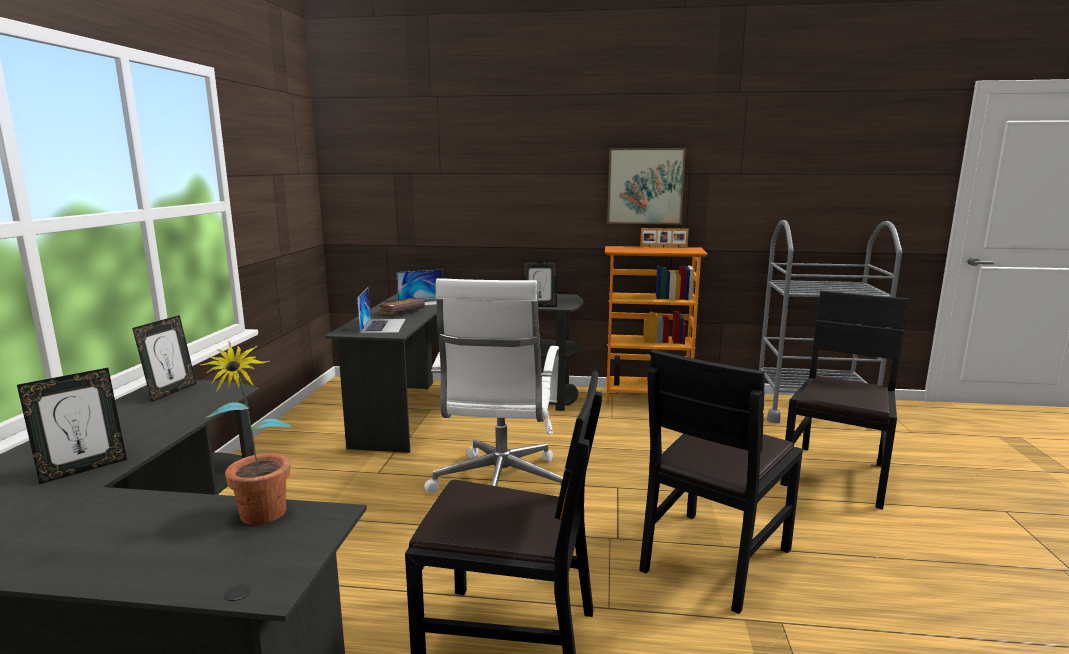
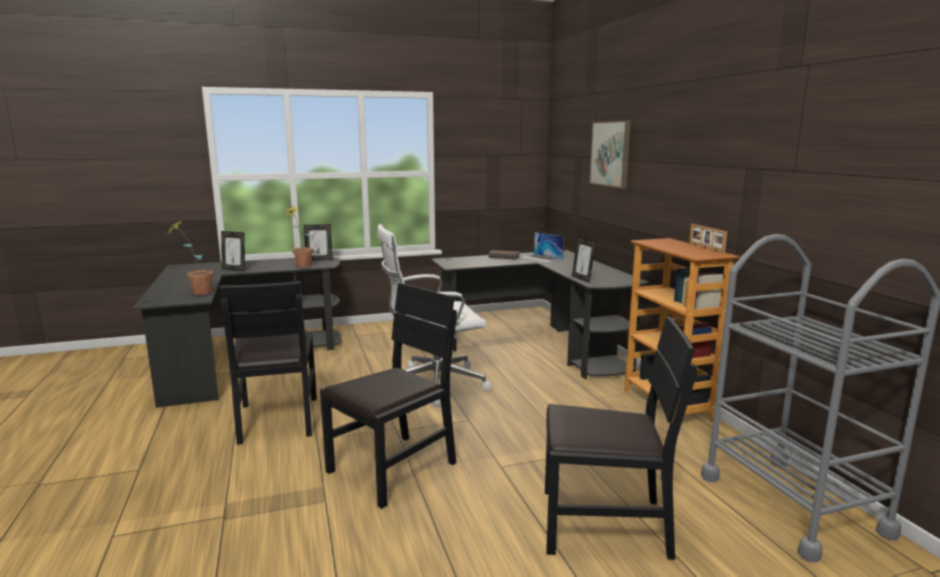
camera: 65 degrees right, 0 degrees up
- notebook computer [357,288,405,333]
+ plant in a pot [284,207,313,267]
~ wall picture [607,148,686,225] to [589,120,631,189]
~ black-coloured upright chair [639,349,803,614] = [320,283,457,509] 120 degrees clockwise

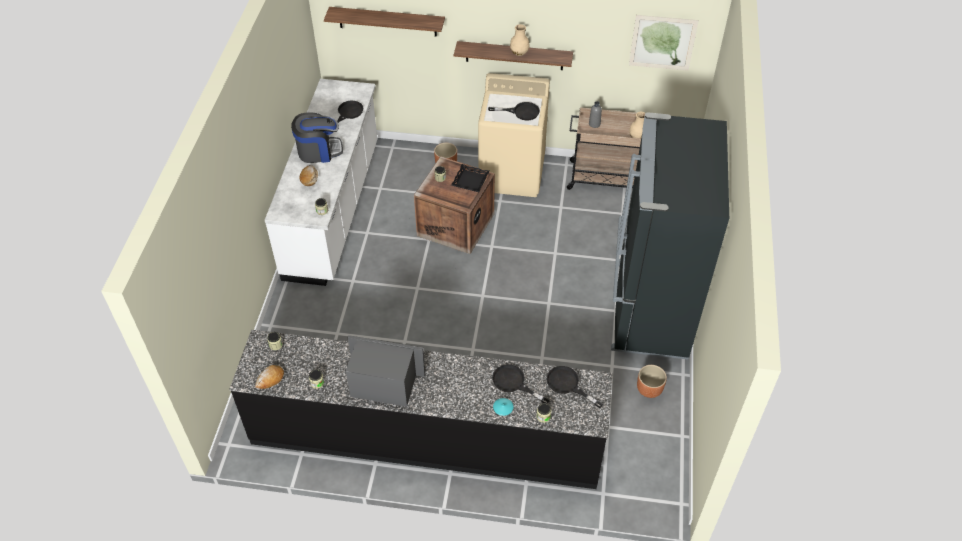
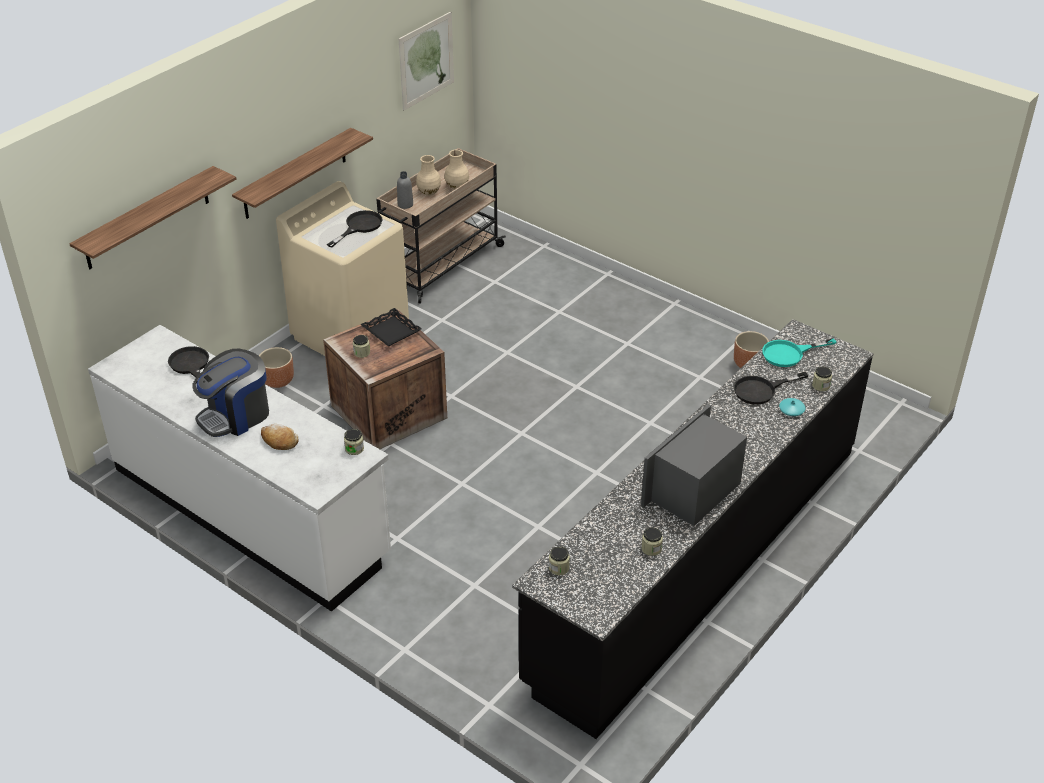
camera: 60 degrees left, 10 degrees down
- bread [255,365,284,389]
- black-coloured kitchen fridge [611,112,729,359]
~ beige flower vase [510,24,530,56] to [416,155,441,196]
~ black-coloured skillet [546,366,603,408] to turquoise skillet [762,338,836,367]
~ coffee machine [291,112,343,163] = [193,349,269,437] 150 degrees counterclockwise

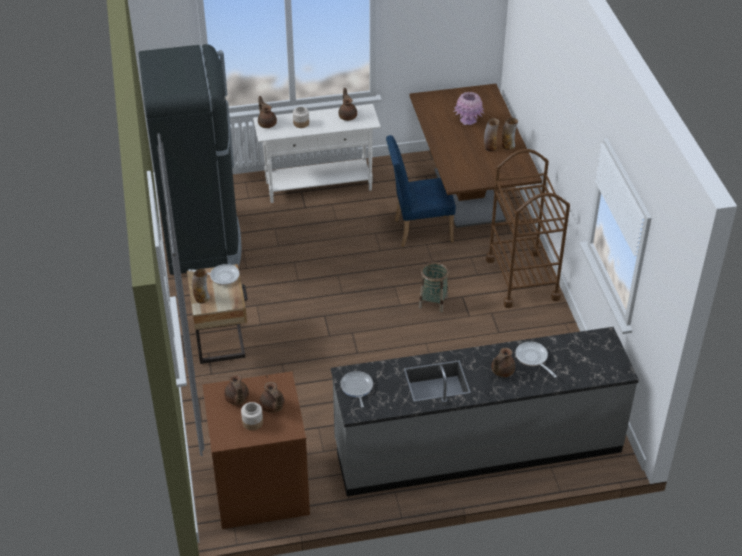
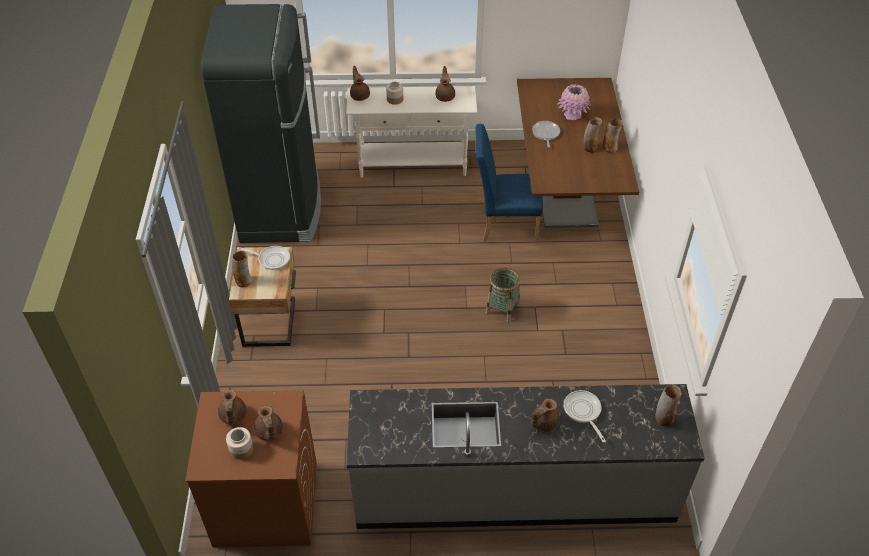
camera: 10 degrees right, 5 degrees up
- brownish cart [486,149,570,308]
+ flower vase [655,384,682,426]
~ skillet [340,371,373,408] to [532,121,560,148]

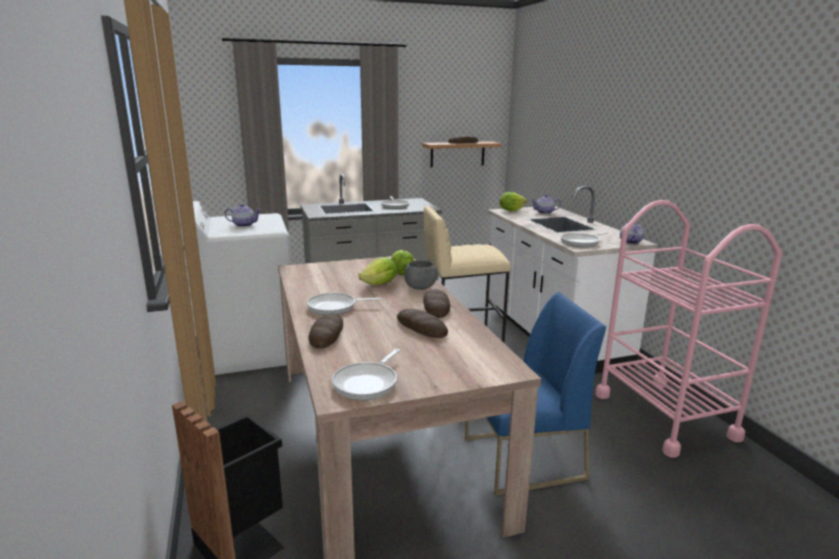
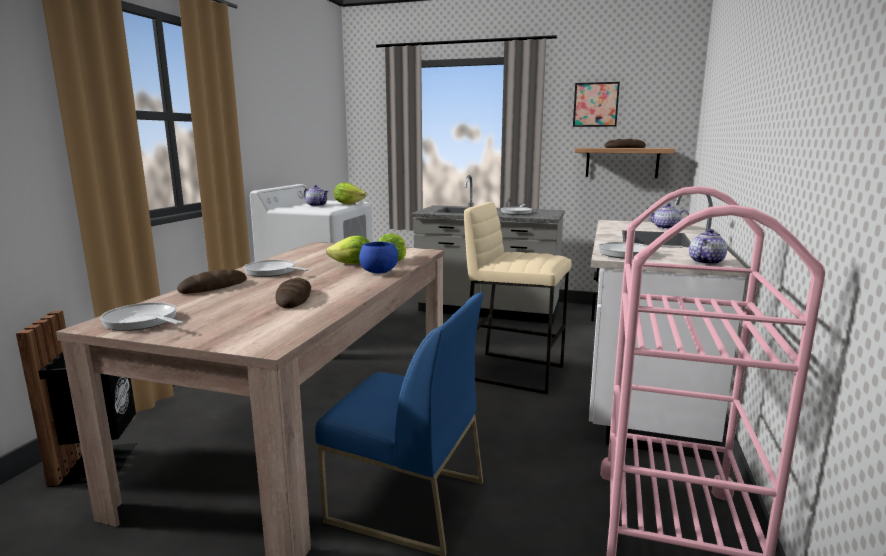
camera: 35 degrees right, 5 degrees down
- bread [423,289,450,318]
+ wall picture [573,82,620,127]
~ head of lettuce [500,192,527,211] to [334,182,366,205]
~ grey serving bowl [404,260,438,290] to blue serving bowl [359,242,398,274]
~ skillet [332,349,400,400] = [100,302,183,331] 60 degrees clockwise

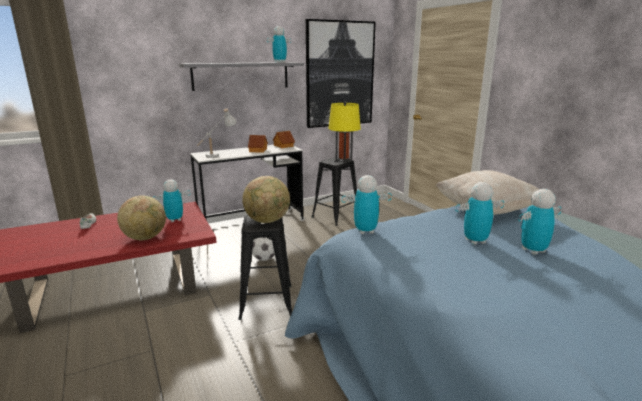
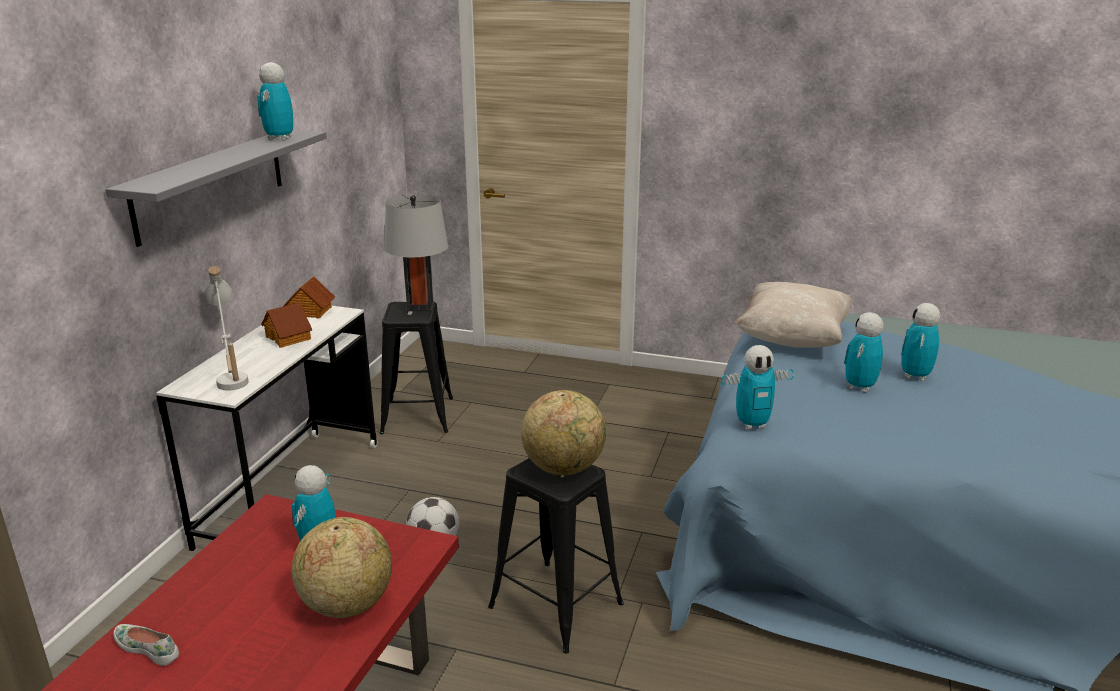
camera: 45 degrees left, 5 degrees up
- wall picture [306,19,376,128]
~ yellow-coloured tabletop lamp [328,101,361,163] to grey tabletop lamp [384,194,448,311]
~ model robot [341,175,392,234] = [721,345,794,430] 135 degrees counterclockwise

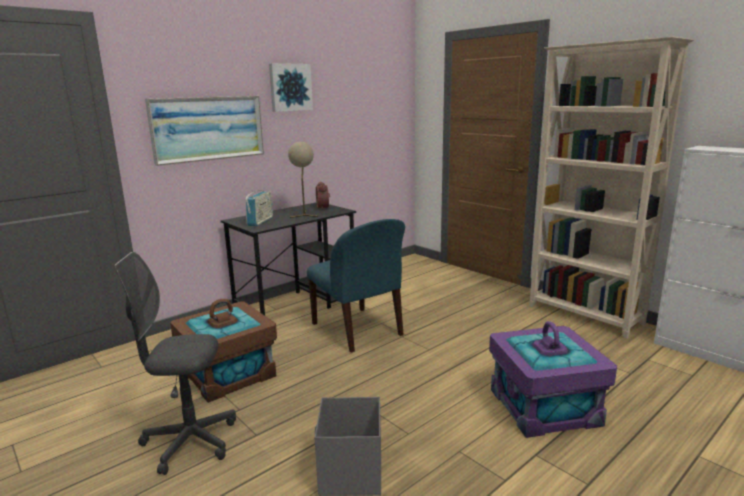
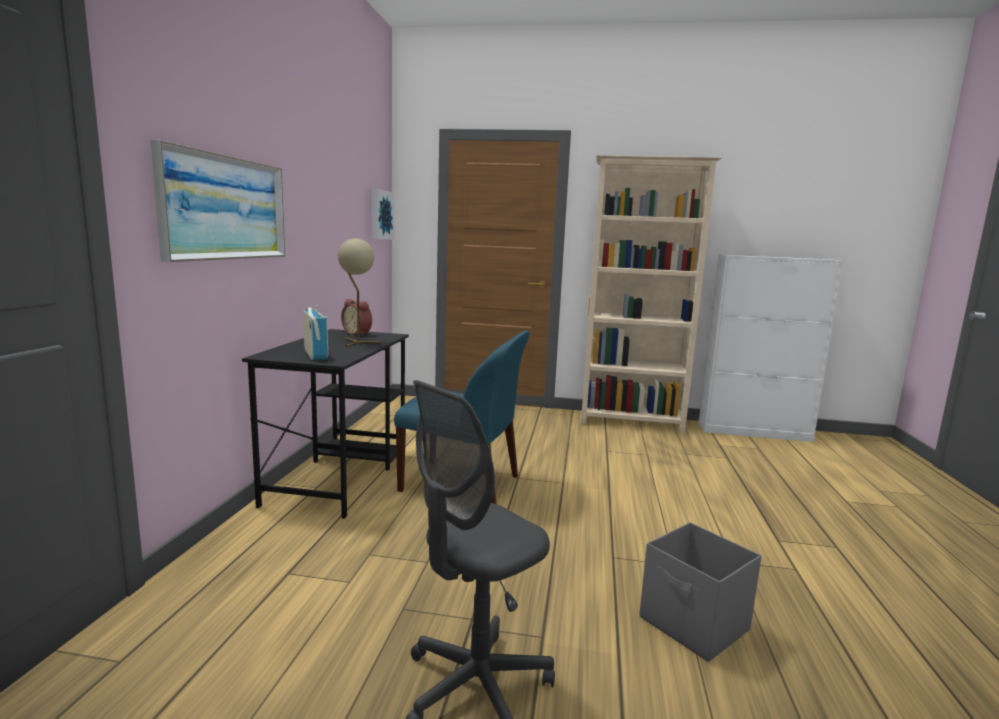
camera: 40 degrees left, 5 degrees down
- brownish storage bin [170,299,277,403]
- purplish storage bin [489,321,617,438]
~ wall picture [269,63,313,112] to [371,189,394,239]

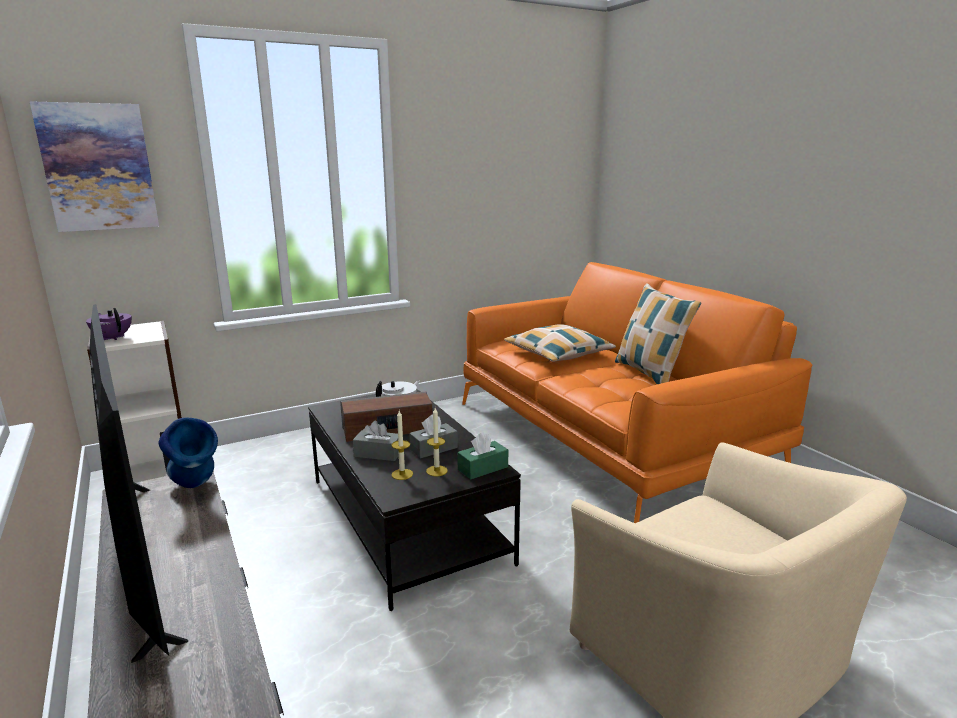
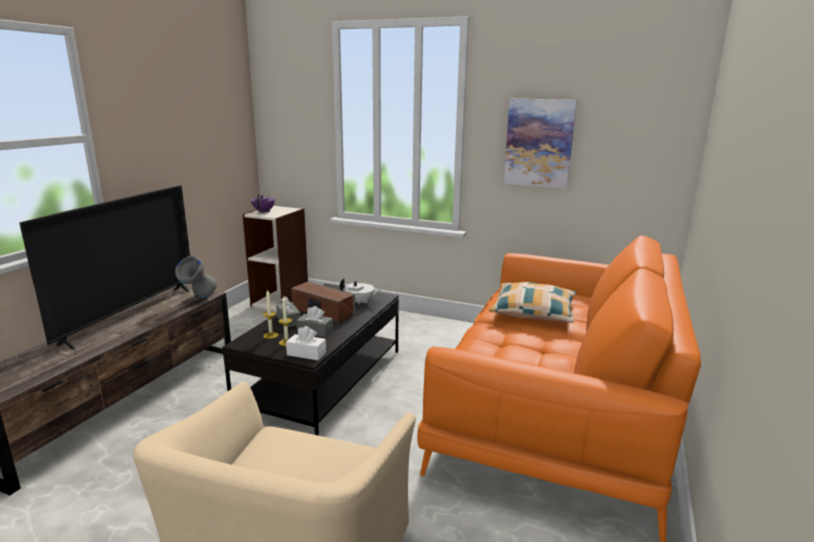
camera: 50 degrees right, 0 degrees up
- pillow [615,283,701,384]
~ wall picture [30,101,159,232] to [504,99,577,189]
~ blue flower vase [158,417,218,488] to grey flower vase [175,256,217,298]
~ green-coloured tissue box [457,432,508,480] to white tissue box [286,326,326,360]

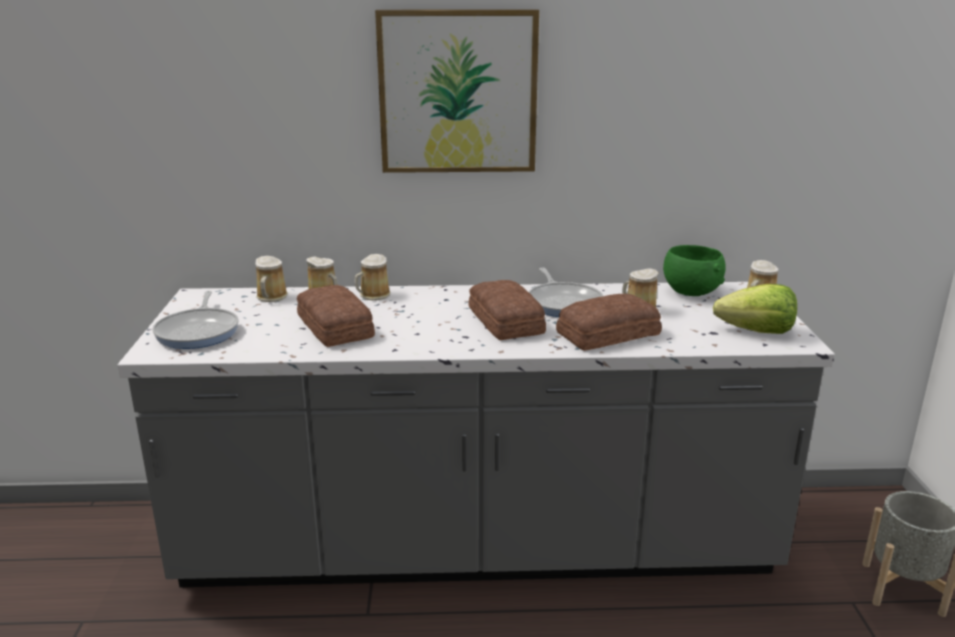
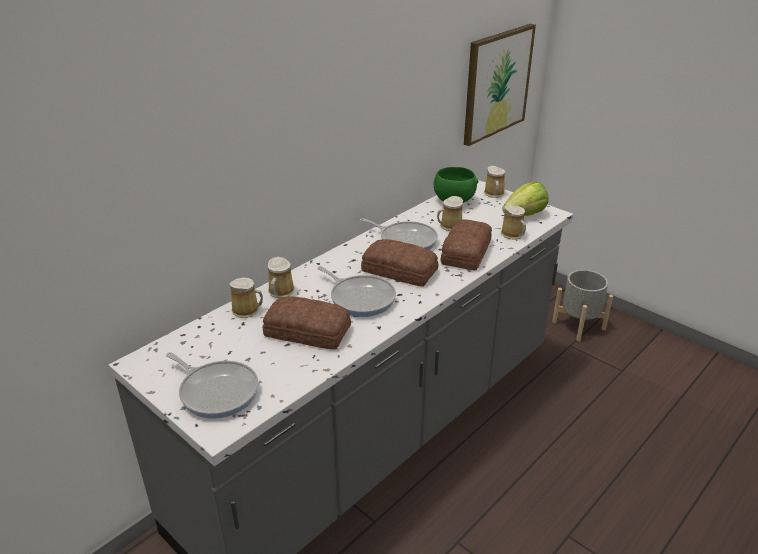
camera: 45 degrees left, 10 degrees up
+ skillet [317,266,396,317]
~ tea mug [255,256,288,302] to [501,205,526,240]
~ wall picture [375,9,539,173] to [464,24,536,146]

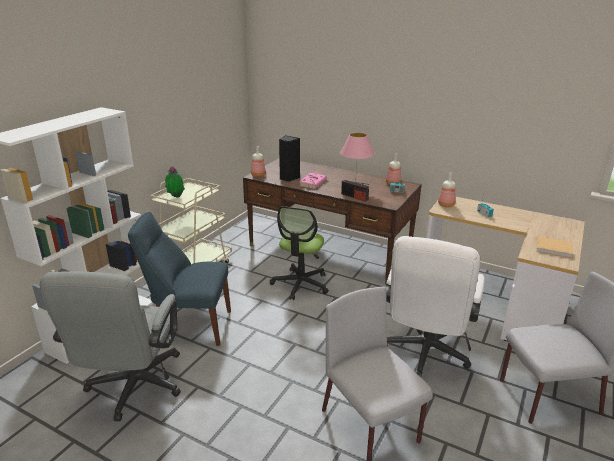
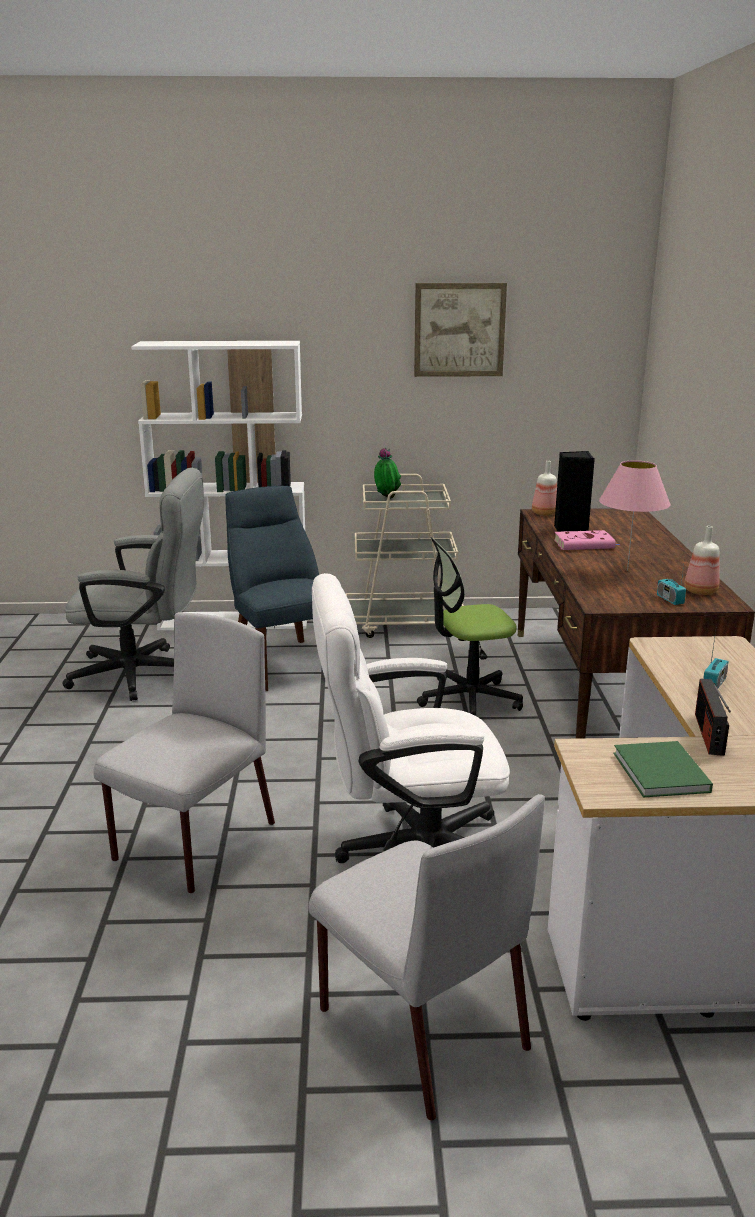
camera: 60 degrees right, 5 degrees down
- drink bottle [438,173,456,207]
+ wall picture [414,283,507,377]
~ radio set [341,180,369,201] to [695,679,731,756]
~ beige bound book [536,236,574,258] to green-coloured bound book [613,741,713,798]
~ grey office chair [40,271,181,421] = [62,468,204,701] 150 degrees counterclockwise

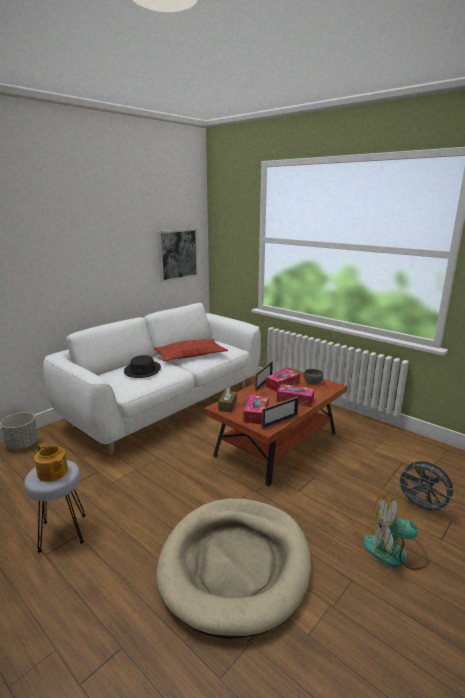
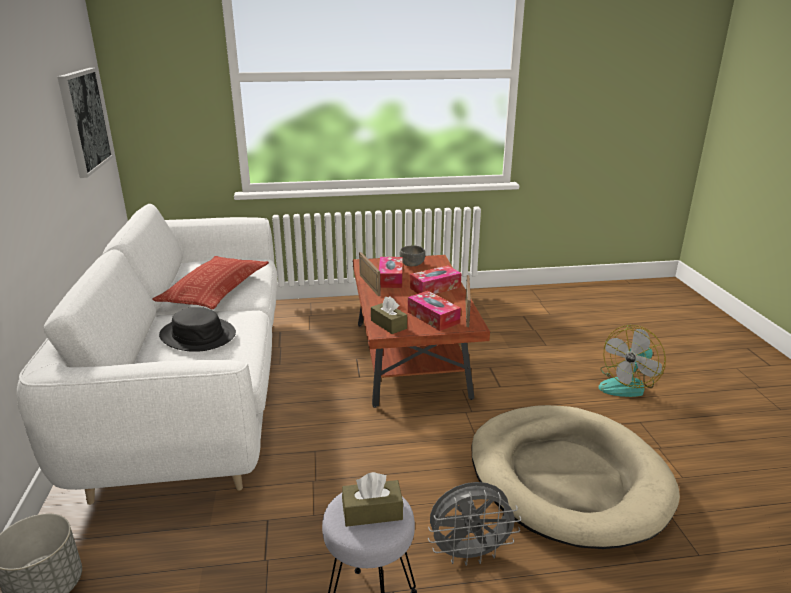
camera: 50 degrees left, 5 degrees up
~ grey cooling fan [396,461,454,515] to [428,482,521,566]
~ pot for tea [34,443,68,482] to brownish tissue box [342,472,403,527]

